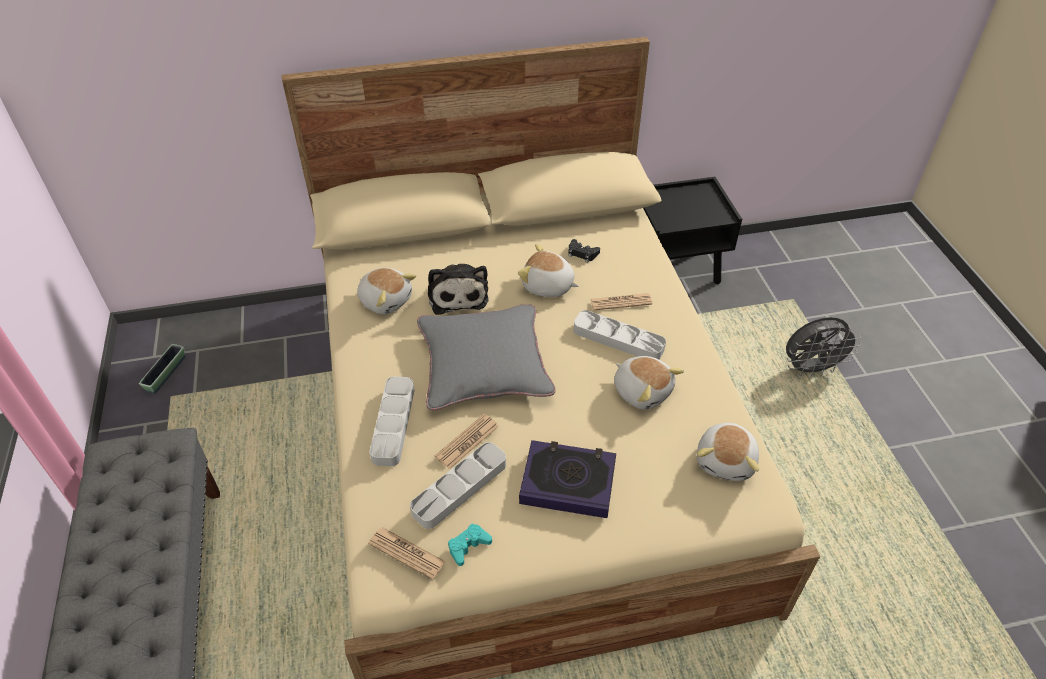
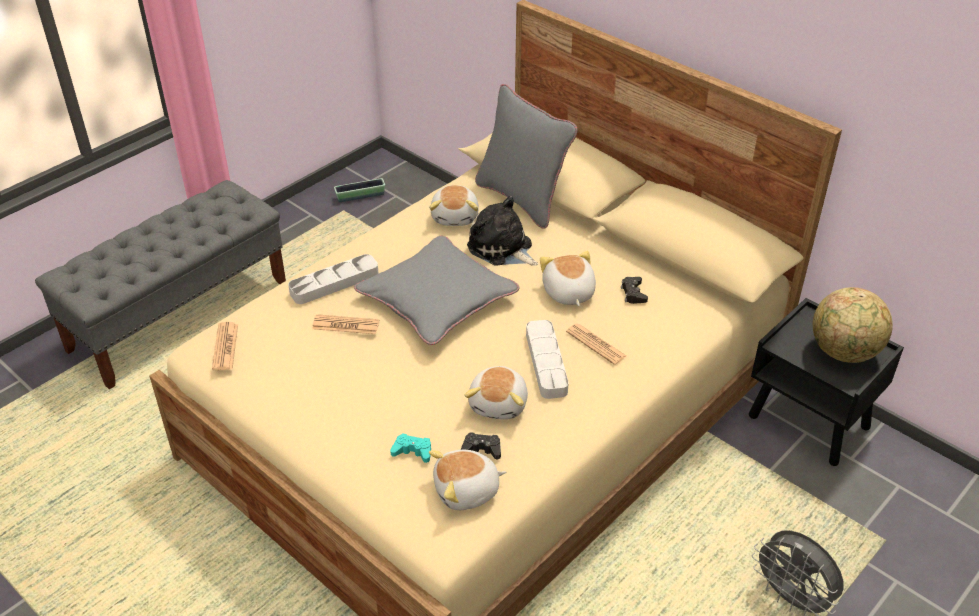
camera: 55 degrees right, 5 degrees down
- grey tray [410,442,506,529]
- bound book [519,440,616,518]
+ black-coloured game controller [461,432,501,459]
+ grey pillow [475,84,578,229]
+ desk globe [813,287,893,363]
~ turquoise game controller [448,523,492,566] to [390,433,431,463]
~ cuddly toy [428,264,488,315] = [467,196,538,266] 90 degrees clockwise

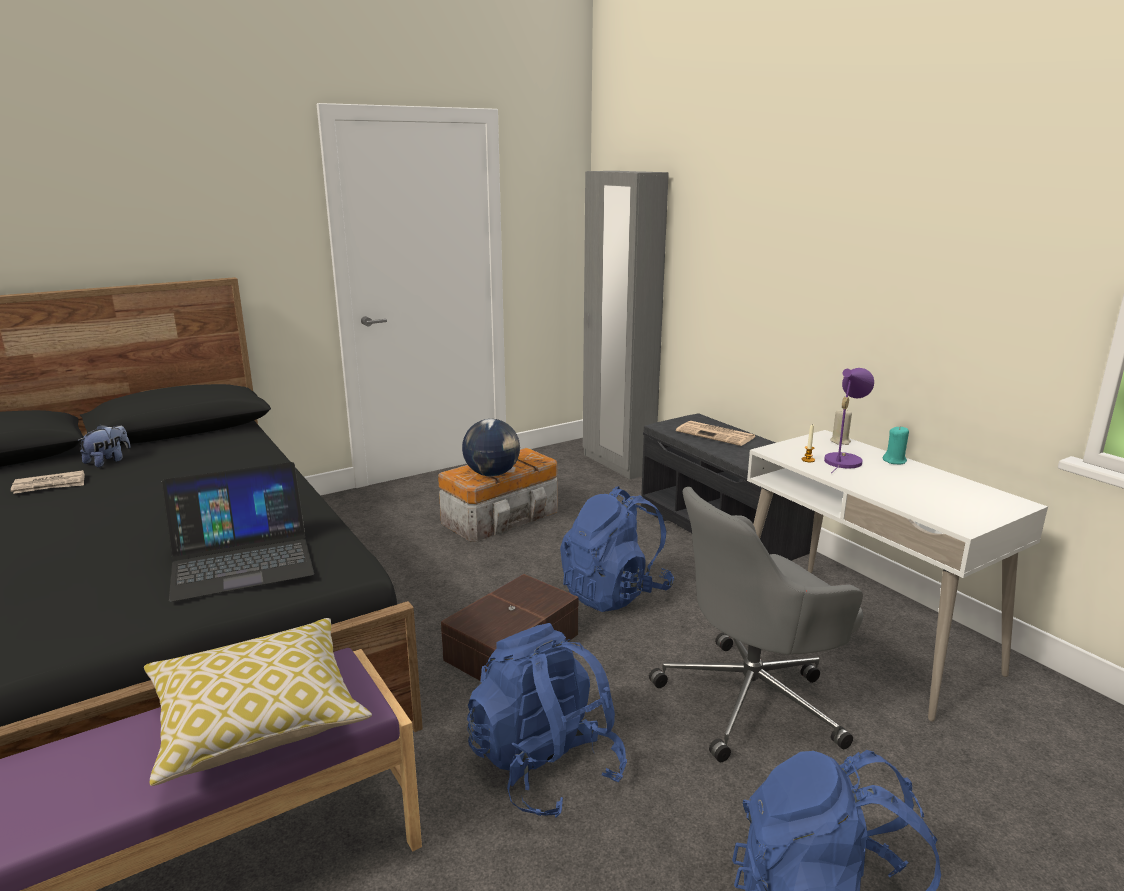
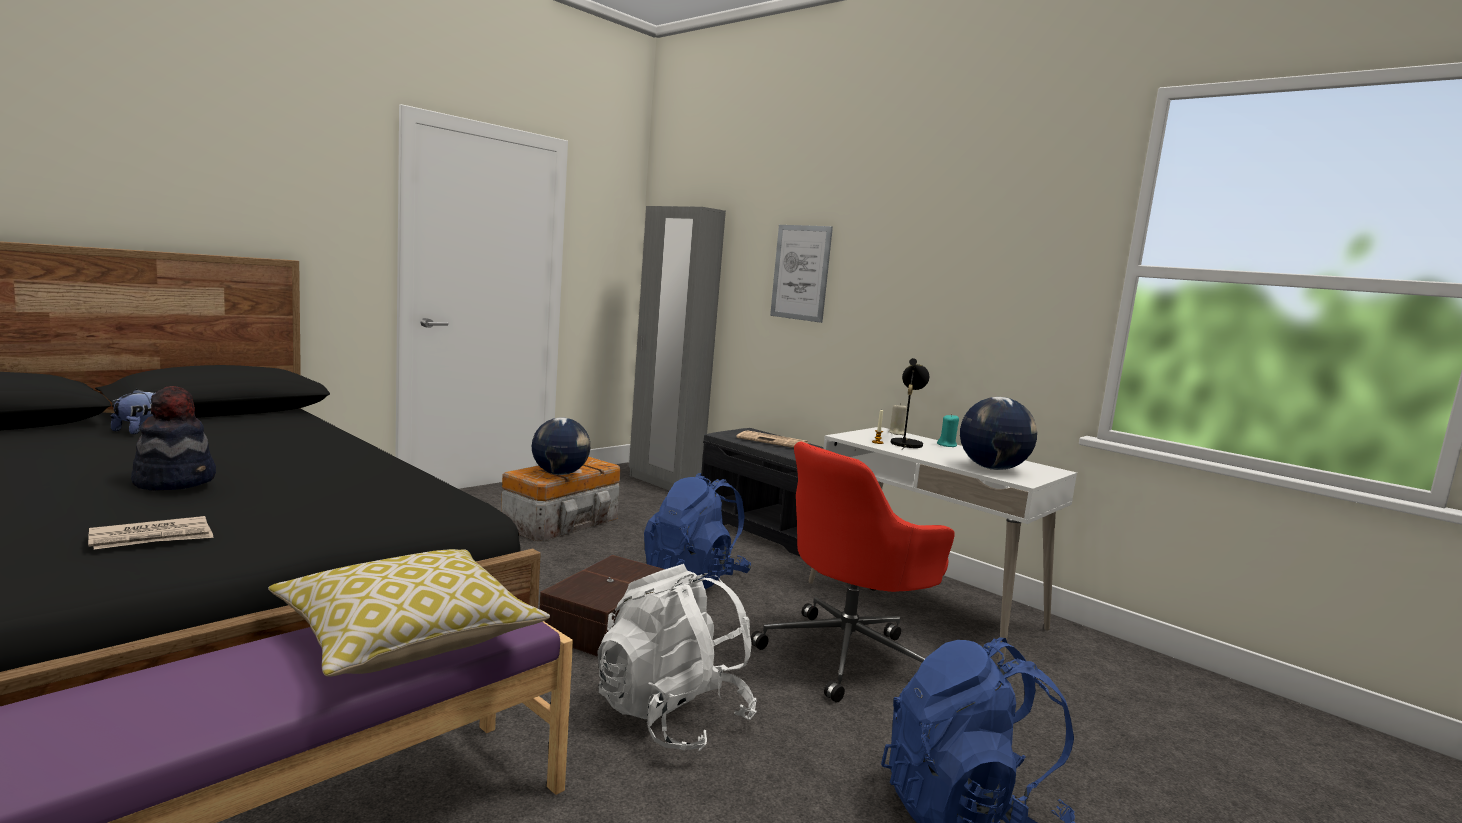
camera: 15 degrees left, 10 degrees down
- notebook computer [162,462,314,602]
+ hat [131,386,216,491]
+ wall picture [770,225,833,323]
+ desk globe [960,397,1037,470]
~ newspaper [11,470,85,494] to [88,516,214,550]
~ blue rucksack [467,623,627,817] to white rucksack [597,564,757,751]
~ grey office chair [649,487,863,762] to reddish office chair [751,442,955,703]
~ purplish tabletop lamp [824,368,874,473] to black-coloured tabletop lamp [891,358,929,450]

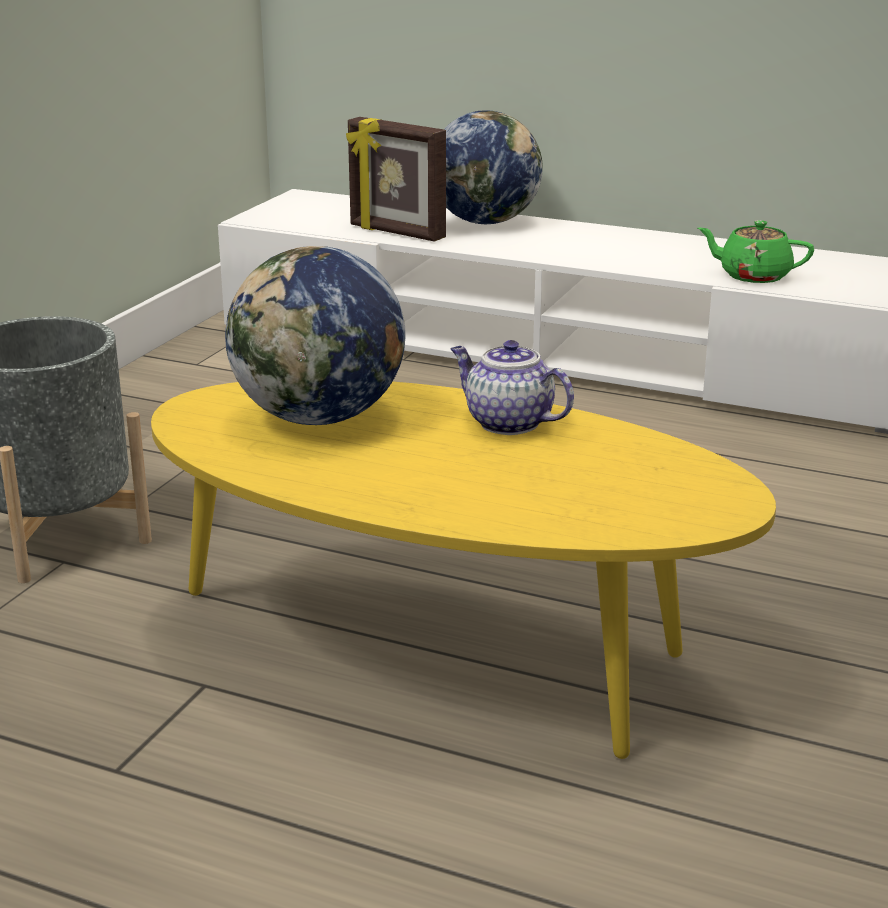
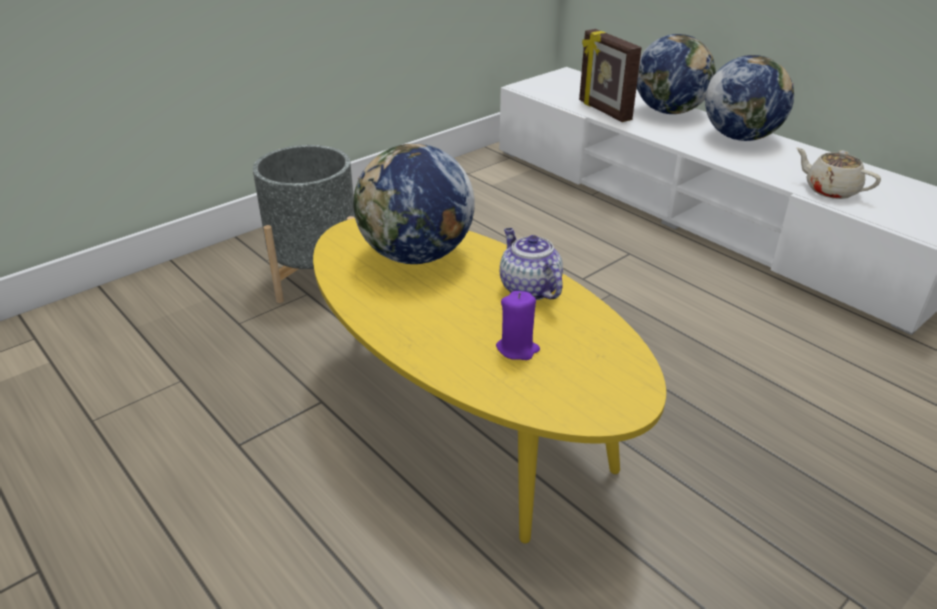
camera: 25 degrees right, 10 degrees up
+ purplish wax candle [496,291,540,360]
+ desk globe [705,55,794,141]
~ green-coloured pot for tea [698,220,814,283] to beige pot for tea [796,147,881,199]

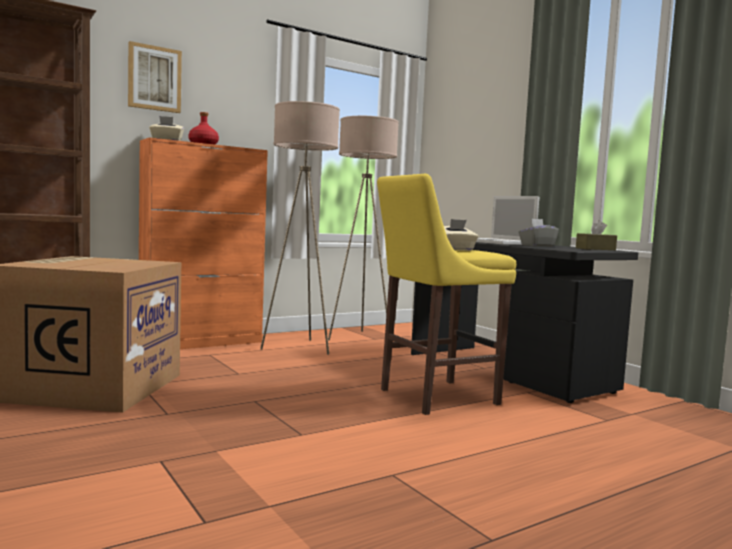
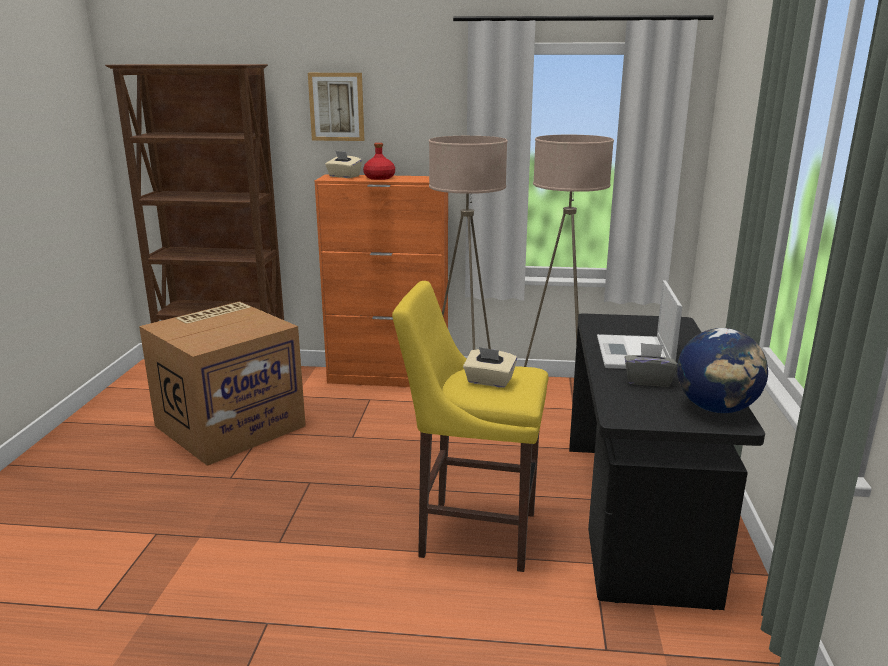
camera: 40 degrees right, 15 degrees up
~ brownish tissue box [576,220,617,250] to desk globe [677,328,768,413]

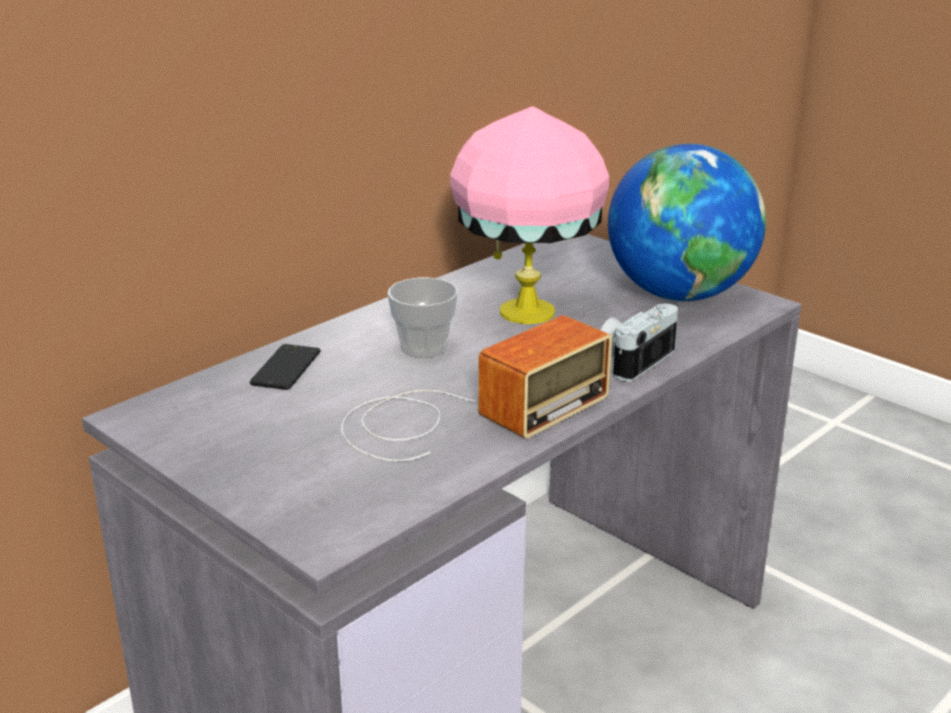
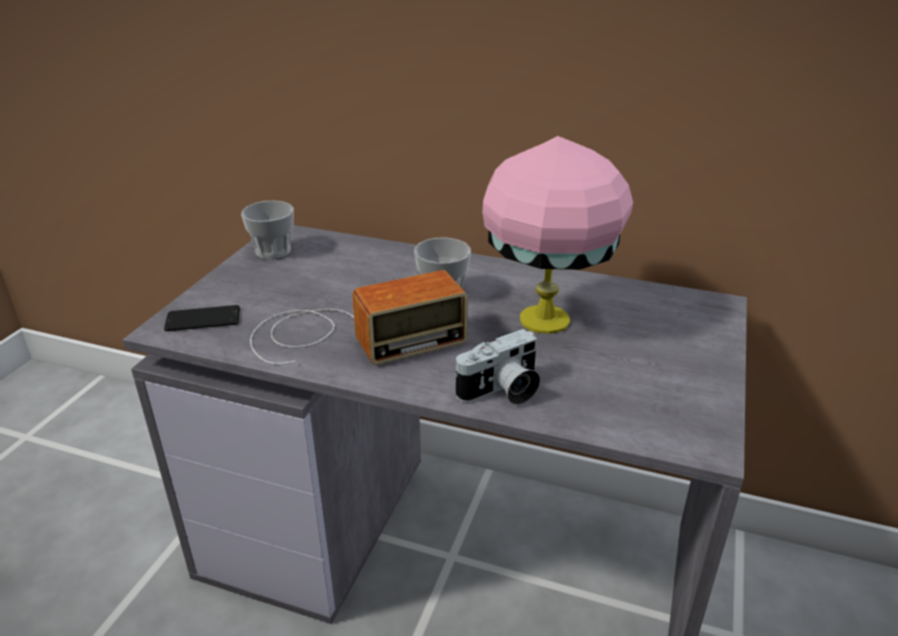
camera: 65 degrees right, 5 degrees up
- desk globe [608,144,766,301]
+ cup [241,200,294,259]
~ telephone [250,344,321,390] to [164,305,240,331]
~ radio set [341,315,612,462] = [250,270,468,365] 45 degrees counterclockwise
~ photo camera [601,304,678,382] = [454,329,540,405] 135 degrees clockwise

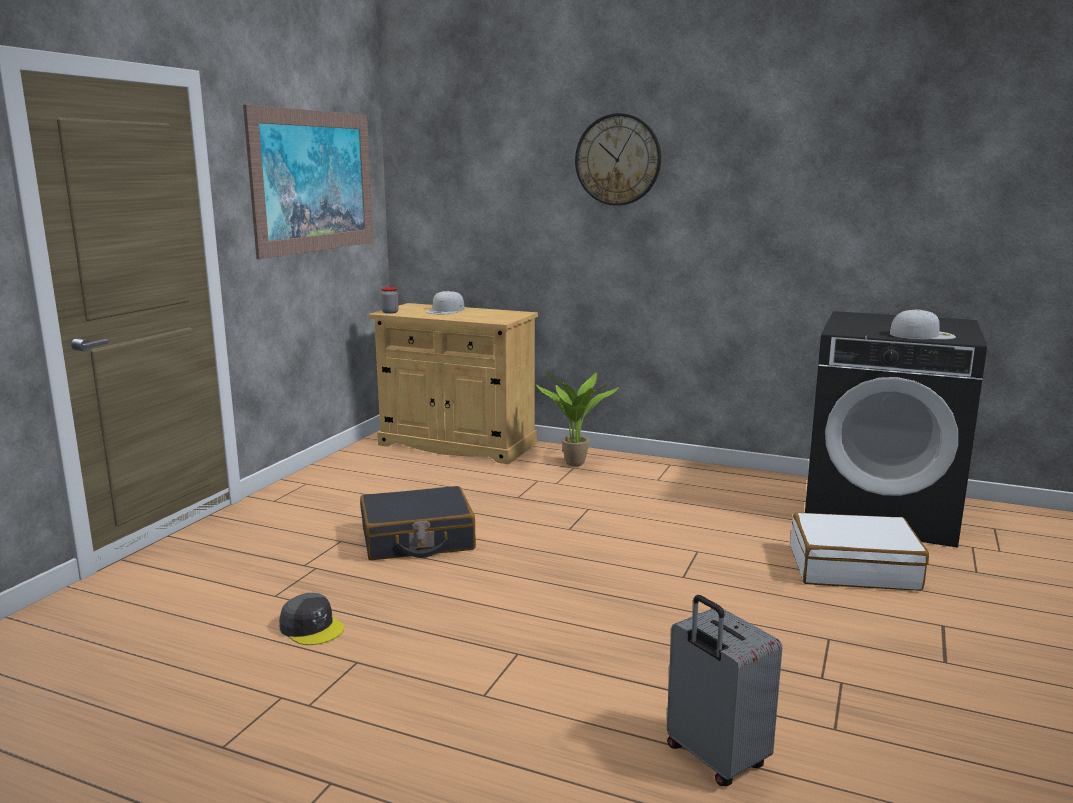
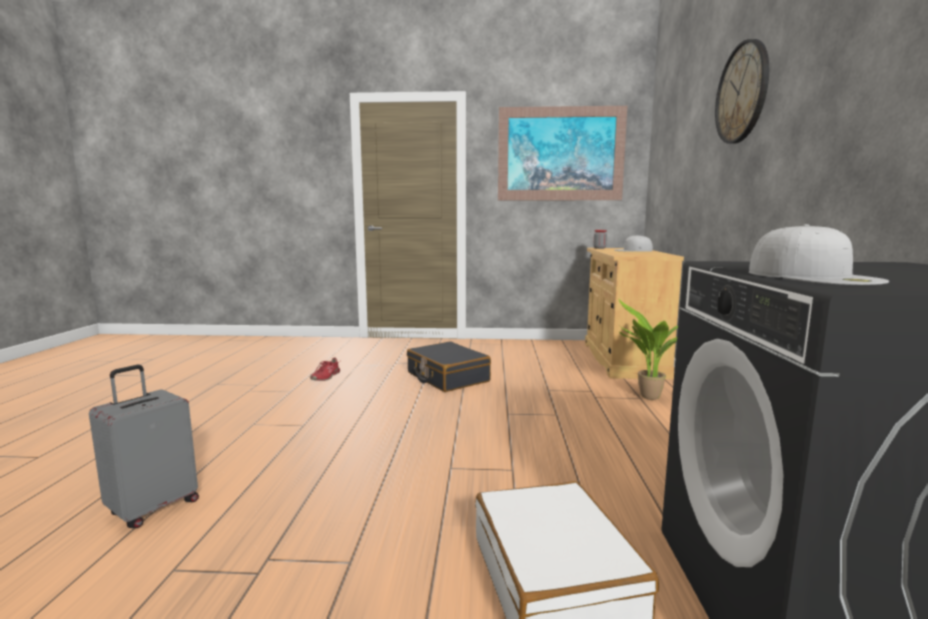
camera: 70 degrees right, 5 degrees down
~ grey peaked cap [279,593,344,645] to reddish item of footwear [310,357,340,381]

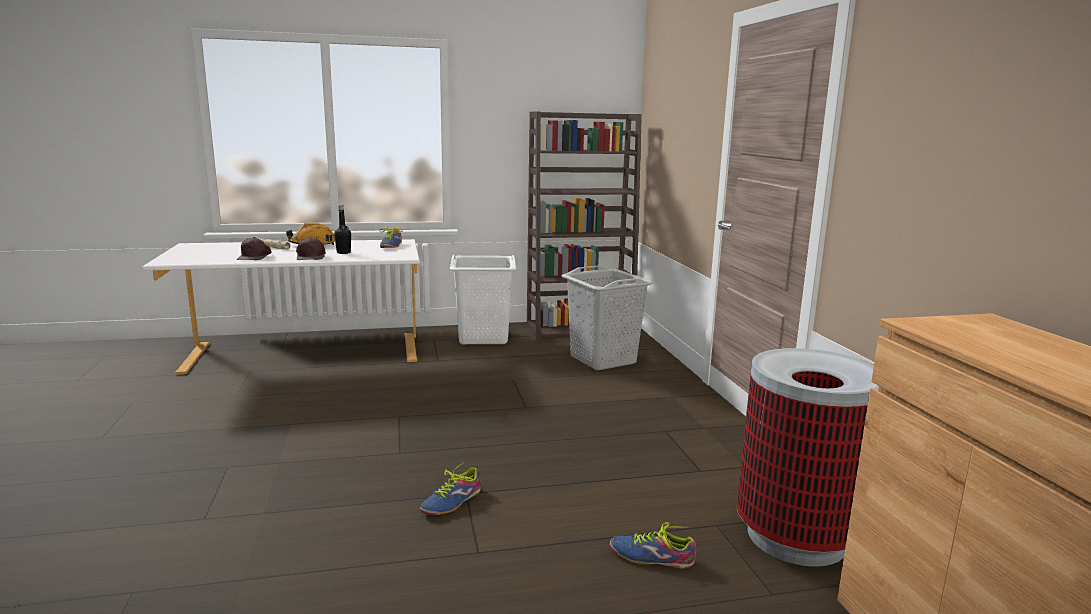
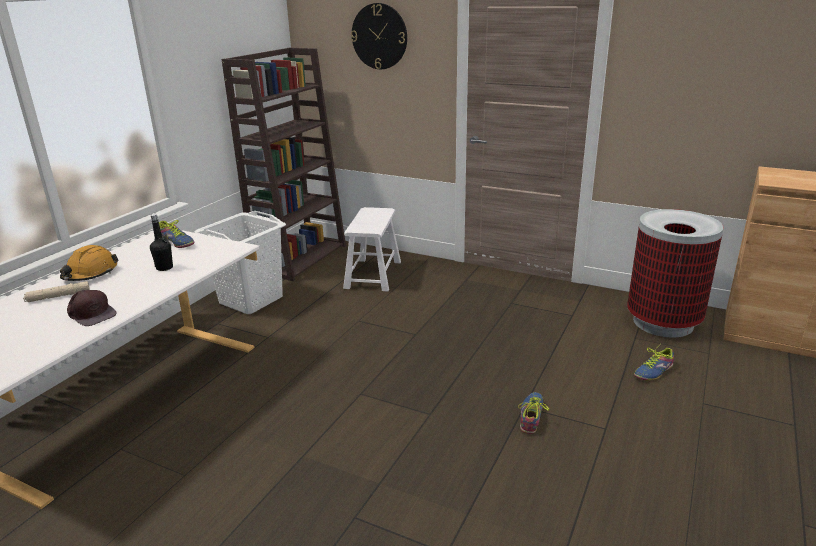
camera: 50 degrees left, 10 degrees up
- brownish peaked cap [296,237,326,260]
+ wall clock [351,3,407,69]
~ grey hamper [561,265,653,370] to white stool seat [343,207,401,291]
~ item of footwear [420,464,481,515] = [518,392,550,434] 150 degrees counterclockwise

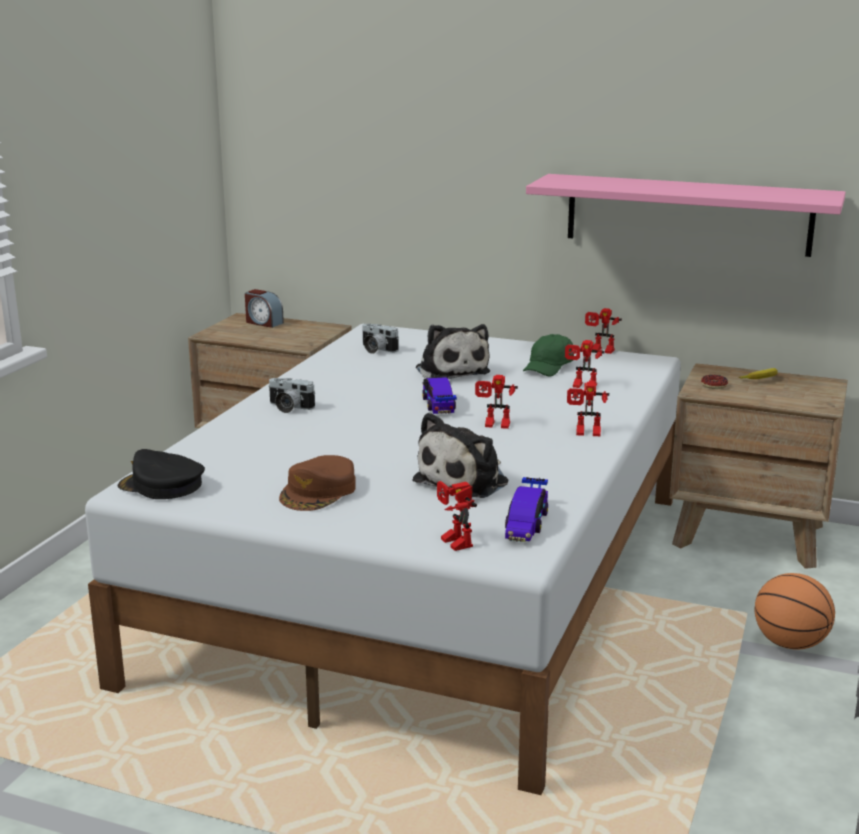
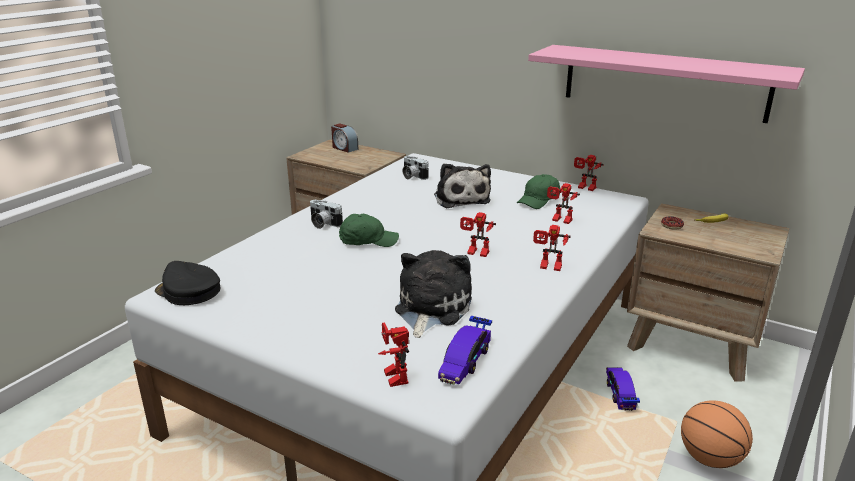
camera: 10 degrees right, 5 degrees up
- brownish peaked cap [279,455,356,511]
+ green-coloured peaked cap [339,214,399,247]
~ model car [422,377,457,414] to [606,367,640,411]
~ cuddly toy [413,412,508,498] = [395,250,472,338] 150 degrees clockwise

